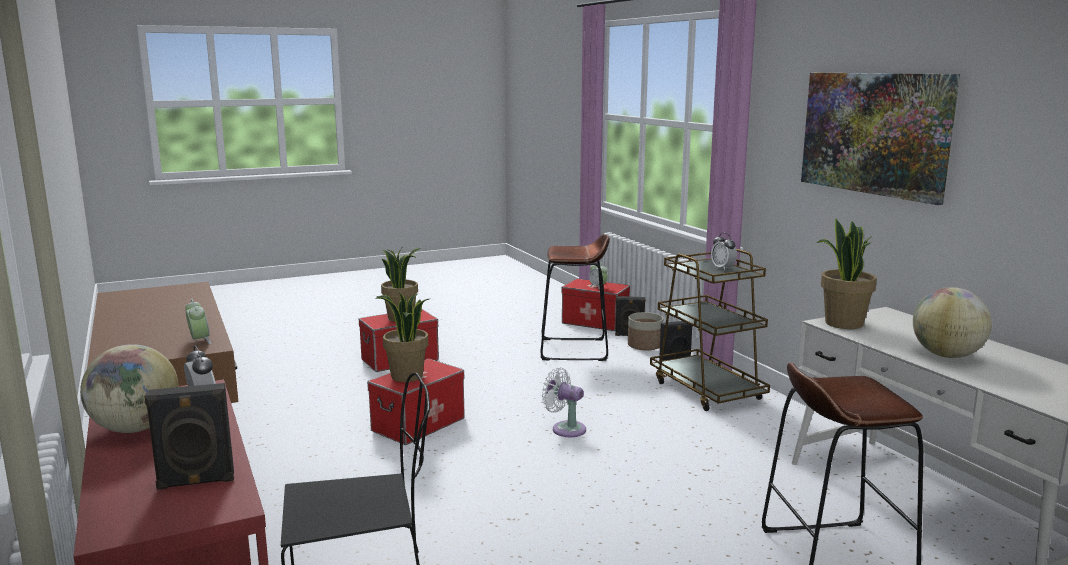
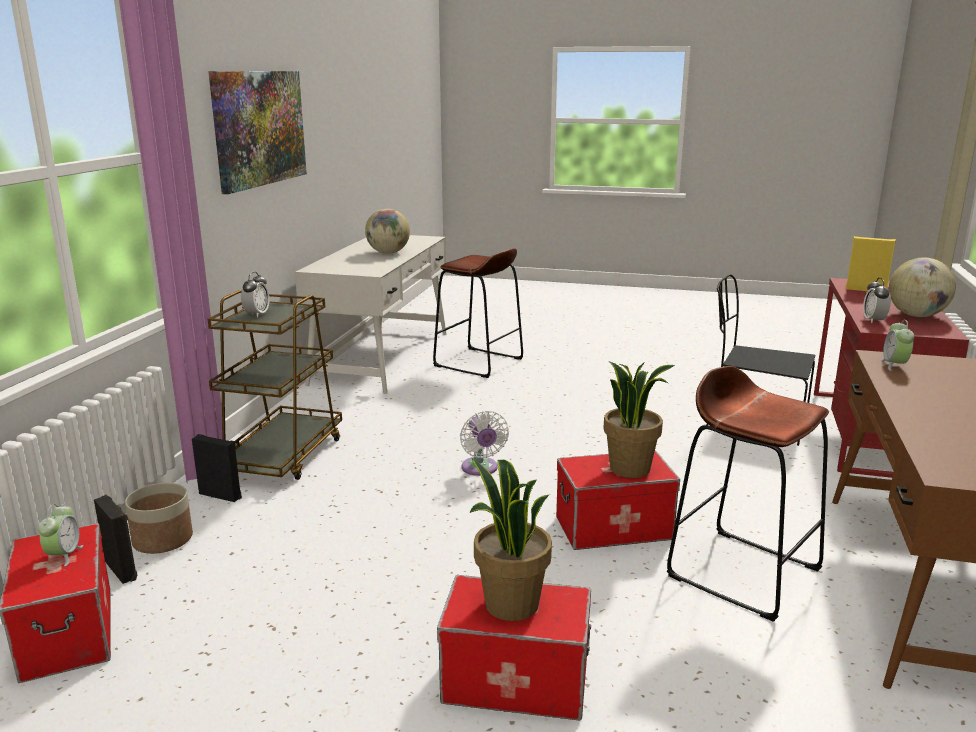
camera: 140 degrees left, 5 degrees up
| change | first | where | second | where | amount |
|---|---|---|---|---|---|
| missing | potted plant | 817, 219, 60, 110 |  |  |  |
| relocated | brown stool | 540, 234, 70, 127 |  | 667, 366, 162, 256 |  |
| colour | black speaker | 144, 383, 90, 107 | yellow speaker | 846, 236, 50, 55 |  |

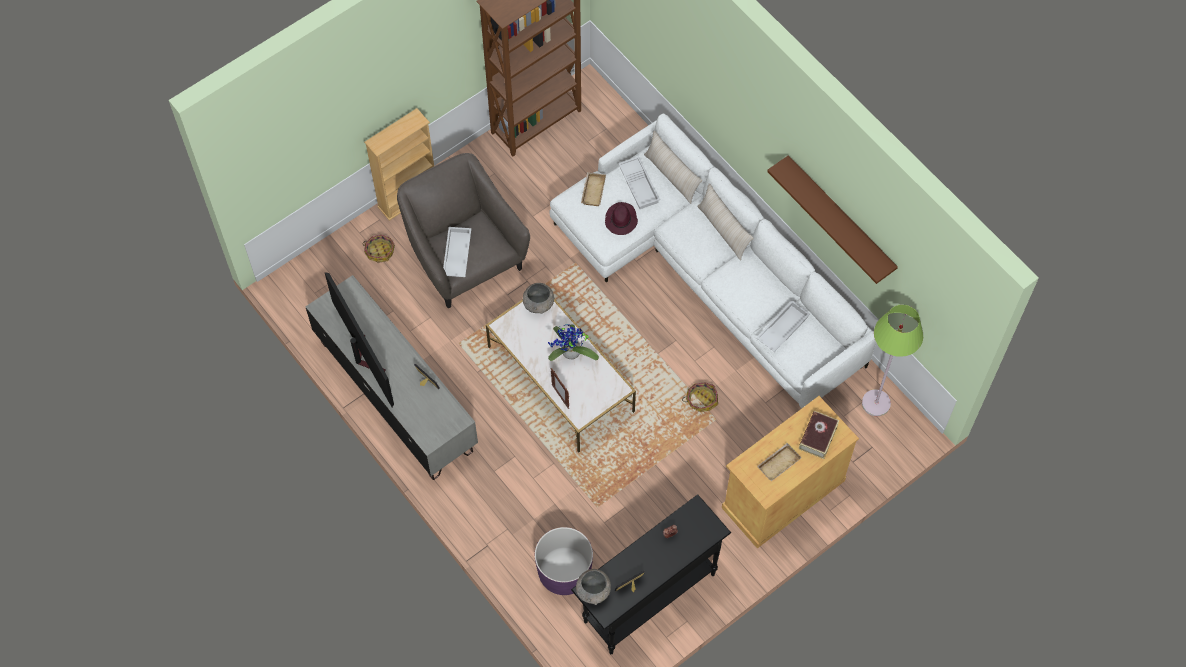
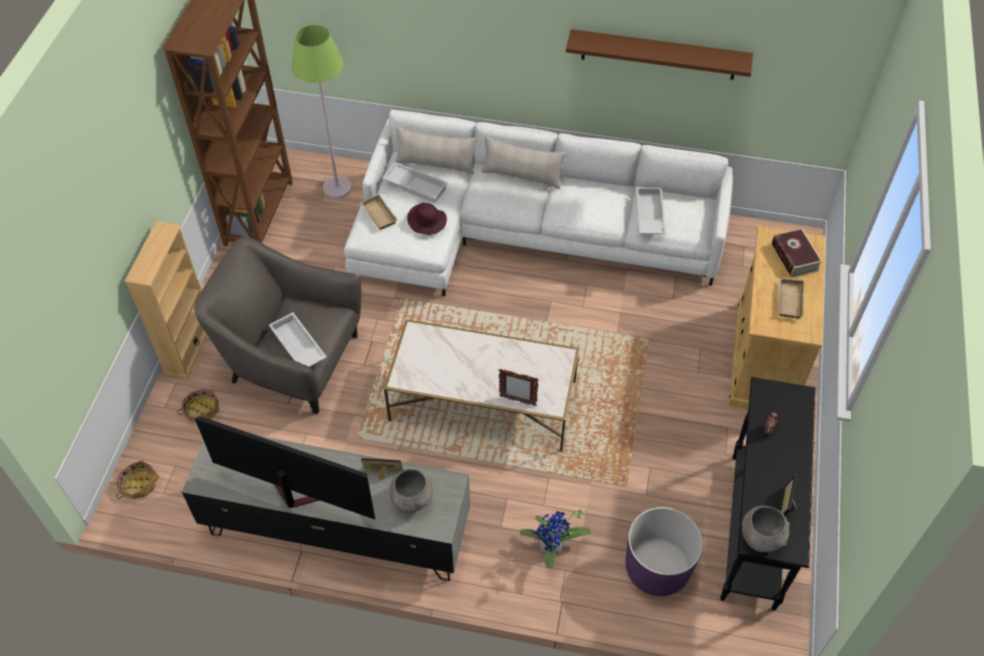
camera: 40 degrees left, 10 degrees down
| change | first | where | second | where | amount |
|---|---|---|---|---|---|
| relocated | grey bowl | 523, 283, 31, 31 |  | 389, 469, 44, 44 |  |
| relocated | potted plant | 548, 324, 51, 37 |  | 520, 510, 71, 59 |  |
| relocated | basket | 682, 382, 36, 30 |  | 116, 460, 43, 39 |  |
| relocated | green floor lamp | 862, 304, 61, 112 |  | 291, 25, 61, 174 |  |

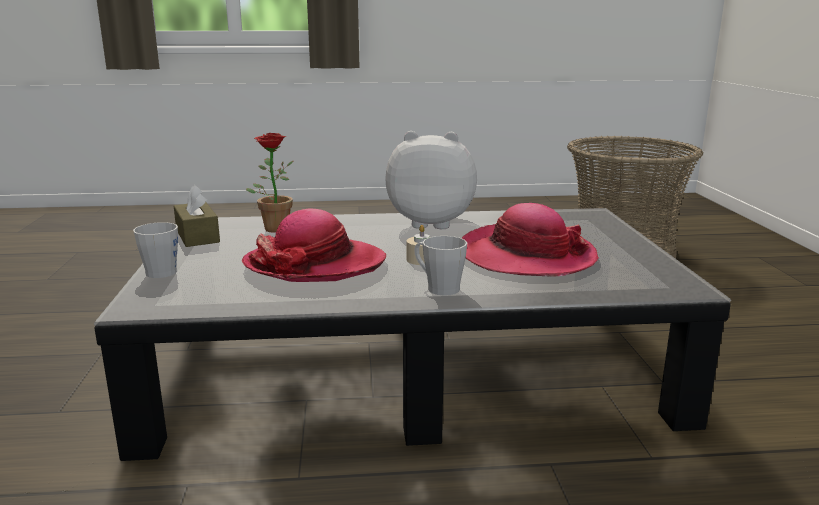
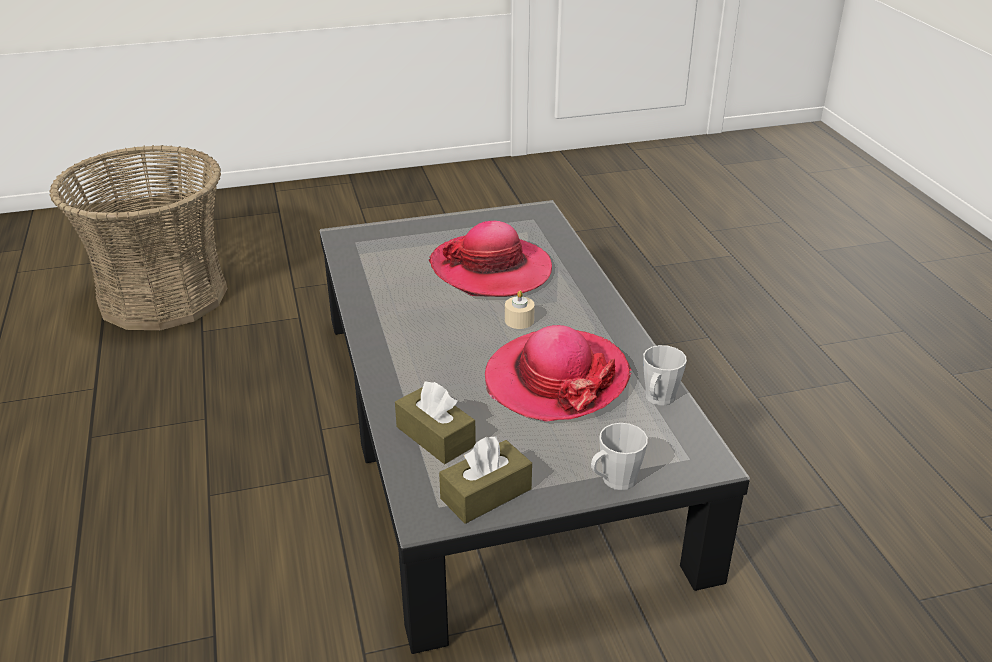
camera: 100 degrees left, 15 degrees up
| change | first | where | second | where | amount |
|---|---|---|---|---|---|
| missing | plush toy | 385, 131, 92, 98 |  |  |  |
| relocated | grey mug | 414, 236, 53, 60 |  | 643, 345, 44, 61 |  |
| exchanged | potted plant | 246, 133, 47, 100 | brown tissue box | 395, 382, 81, 82 |  |

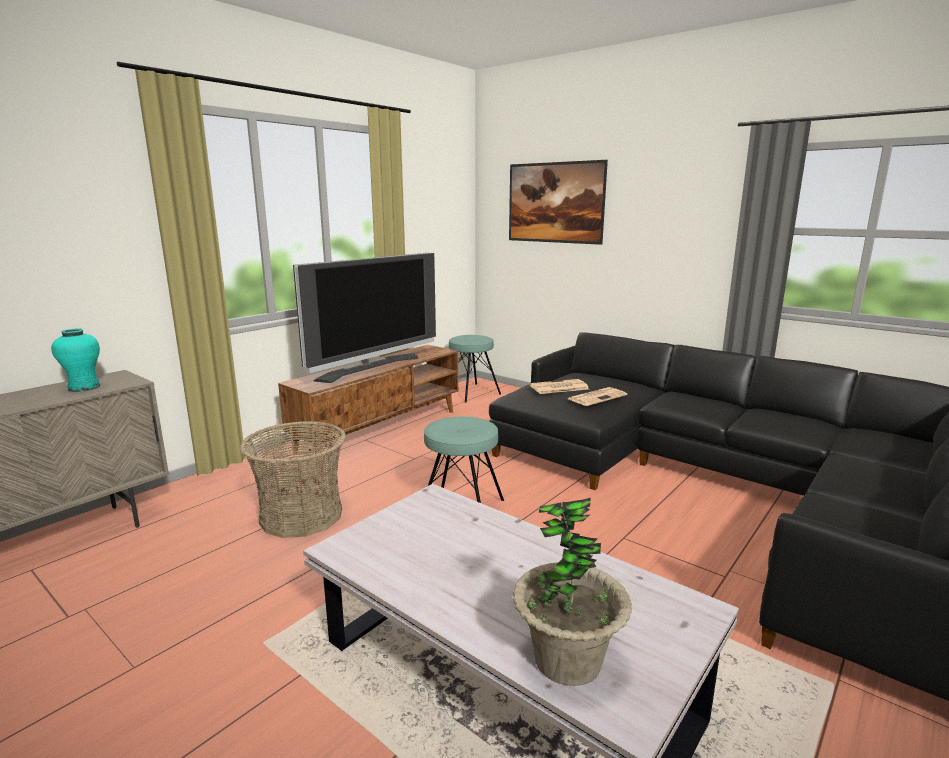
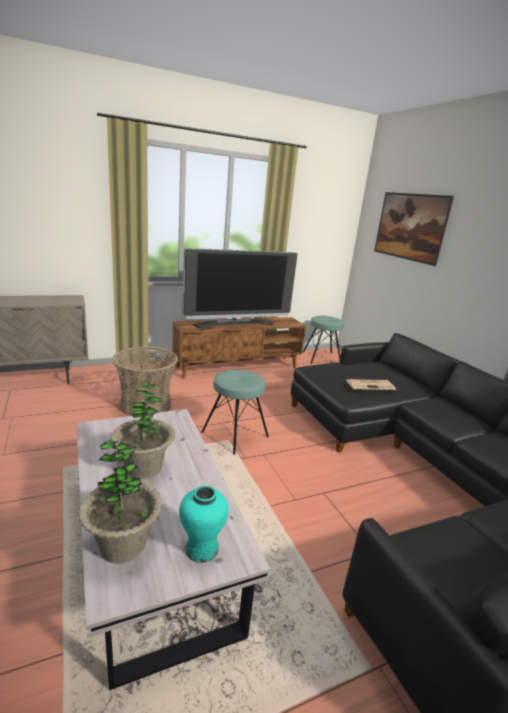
camera: 25 degrees right, 5 degrees up
| change | first | where | second | where | amount |
|---|---|---|---|---|---|
| missing | newspaper | 530, 379, 59, 15 |  |  |  |
| appeared |  |  | potted plant | 111, 382, 64, 98 |  |
| relocated | turquoise vase | 51, 329, 49, 63 |  | 179, 485, 50, 78 |  |

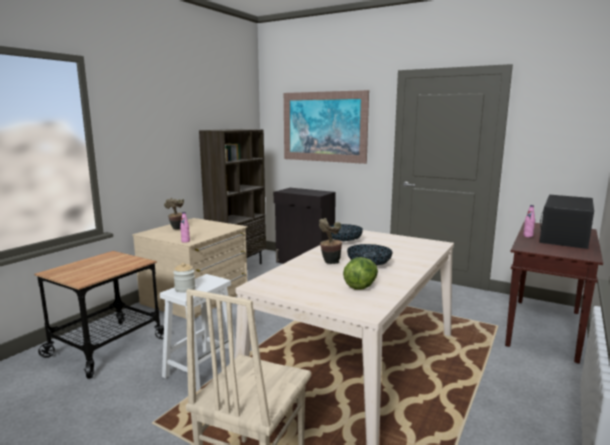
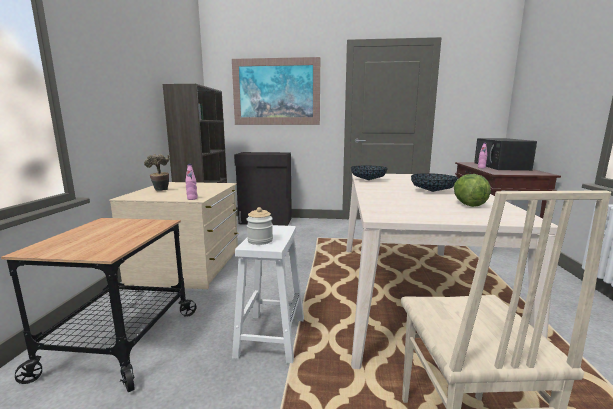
camera: 25 degrees left, 0 degrees up
| change | first | where | second | where | amount |
|---|---|---|---|---|---|
| missing | potted plant | 319, 218, 23, 46 |  |  |  |

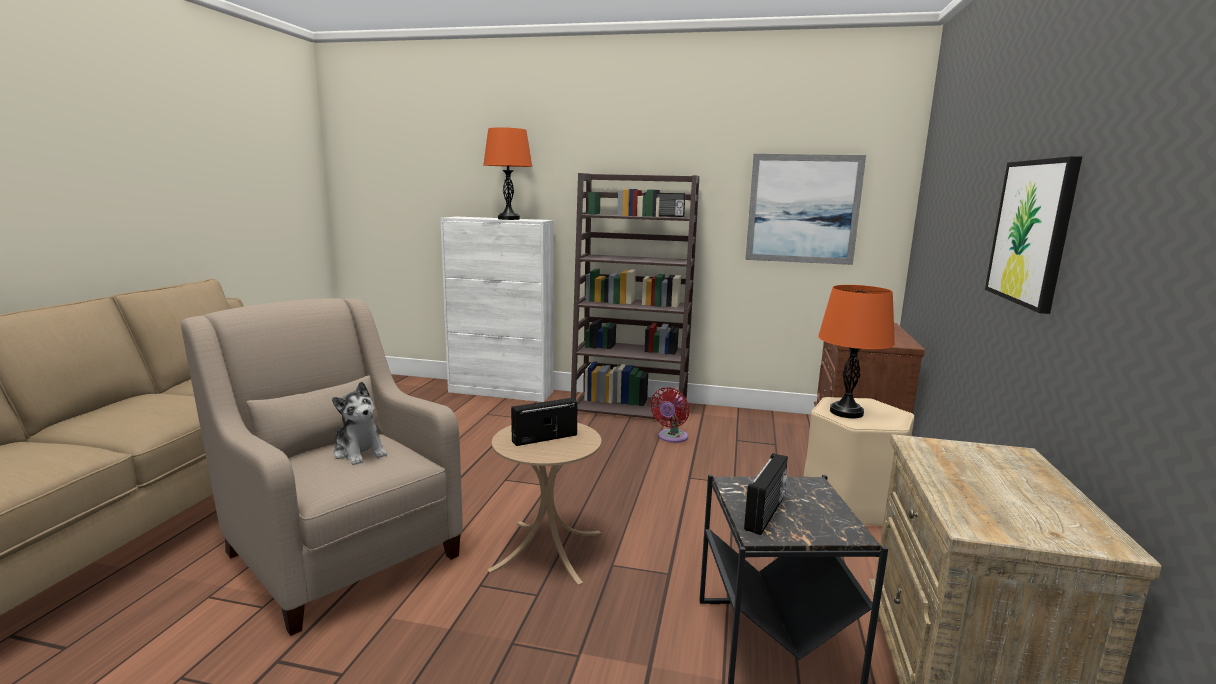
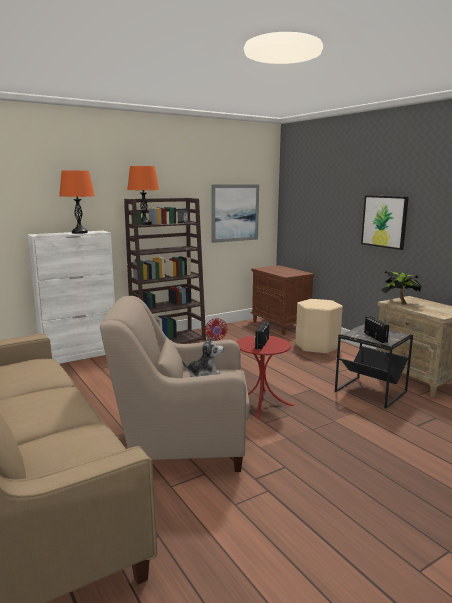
camera: 45 degrees left, 0 degrees up
| change | first | where | second | where | amount |
|---|---|---|---|---|---|
| appeared |  |  | potted plant | 381, 271, 41, 33 |  |
| relocated | orange table lamp | 818, 285, 77, 133 |  | 127, 166, 32, 59 |  |
| colour | beige side table | 487, 423, 114, 162 | red side table | 237, 336, 58, 82 |  |

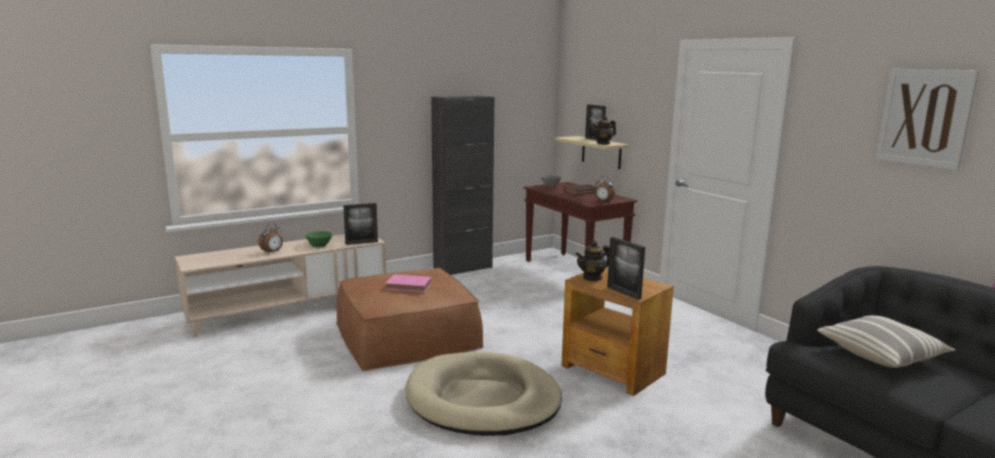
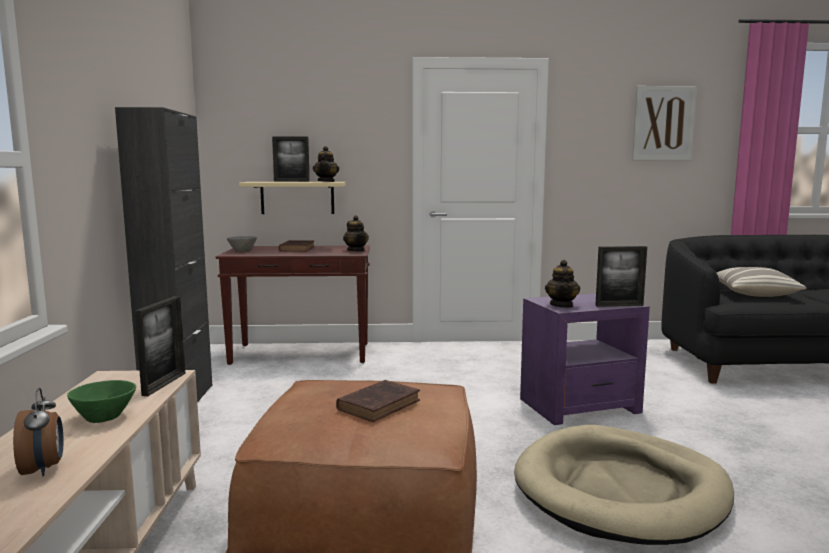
camera: 60 degrees left, 5 degrees down
| change | first | where | second | where | amount |
|---|---|---|---|---|---|
| exchanged | alarm clock | 595, 176, 20, 27 | teapot | 343, 215, 26, 37 |  |
| colour | pink book | 385, 274, 47, 18 | brown book | 336, 380, 84, 42 |  |
| colour | brown side table | 561, 268, 113, 128 | purple side table | 520, 293, 130, 132 |  |

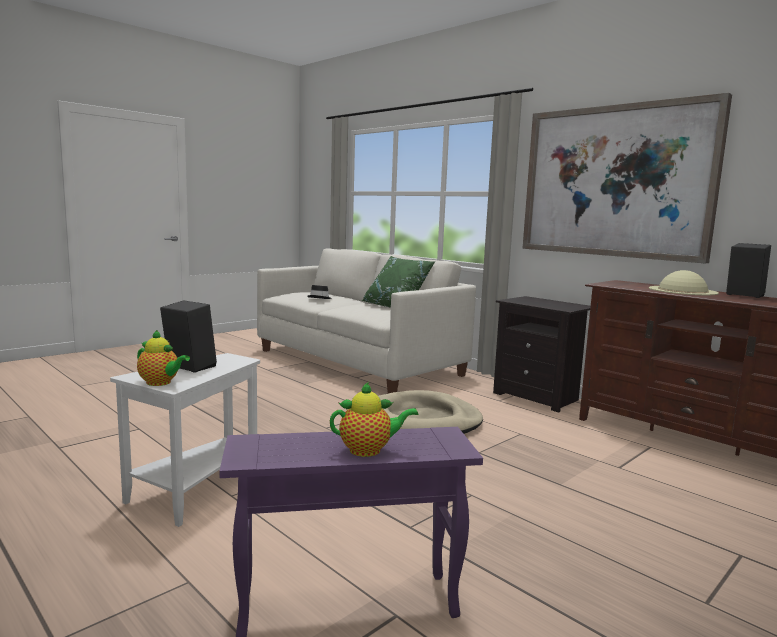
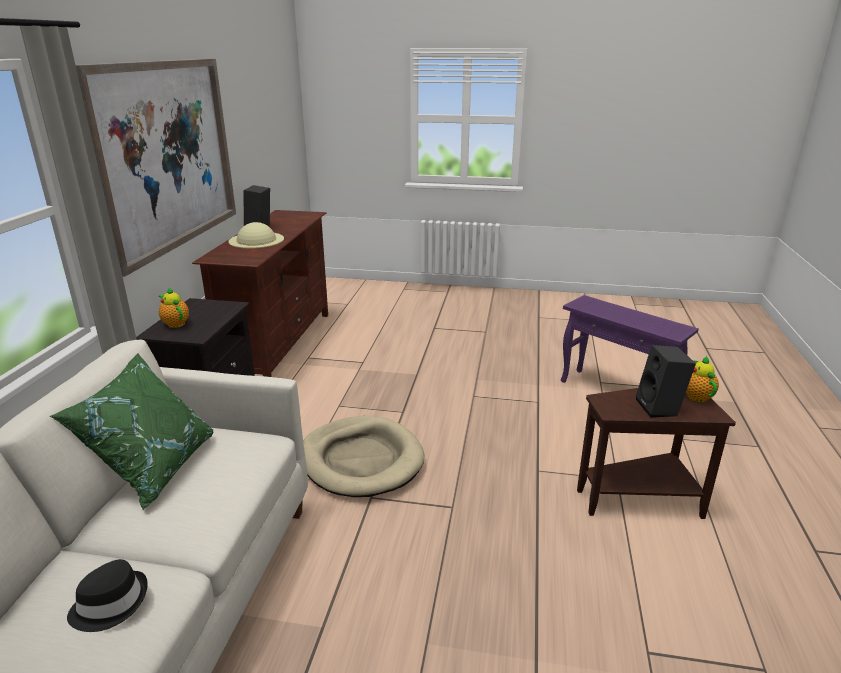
camera: 125 degrees left, 15 degrees up
| change | first | where | second | where | amount |
|---|---|---|---|---|---|
| relocated | teapot | 330, 382, 89, 75 |  | 159, 287, 30, 41 |  |
| colour | white side table | 110, 353, 150, 174 | brown side table | 577, 388, 159, 131 |  |

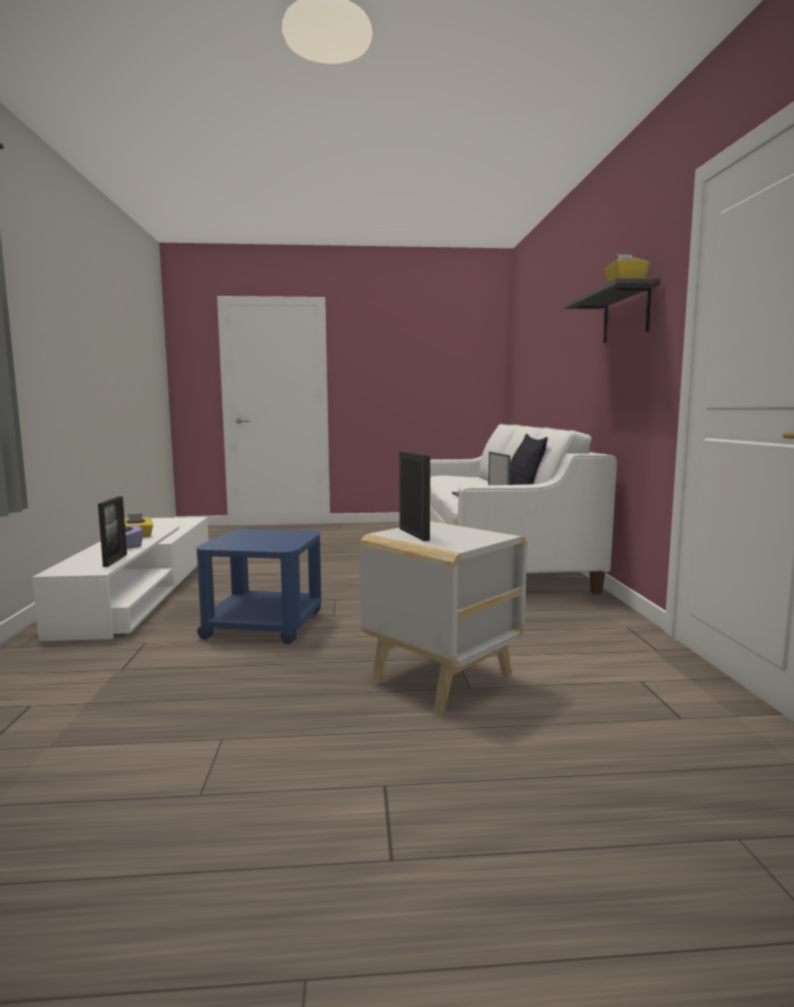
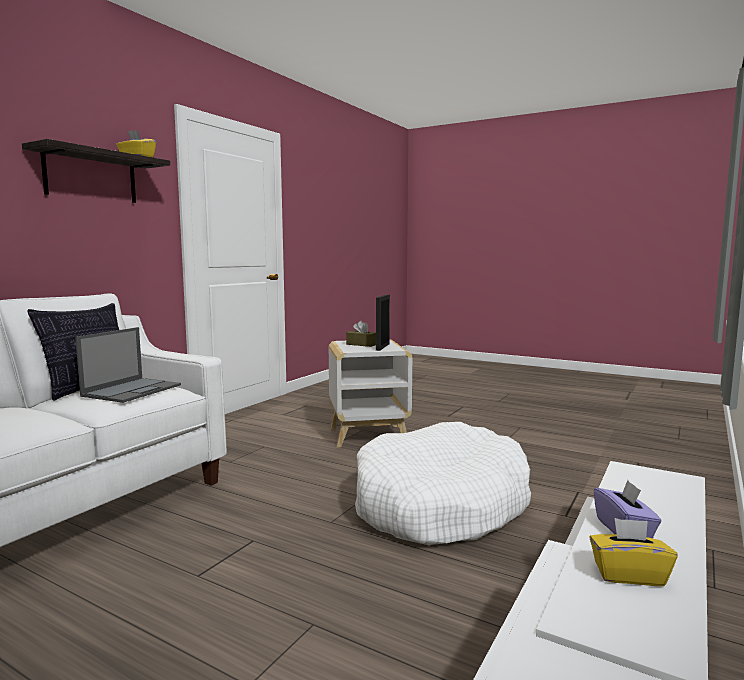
camera: 145 degrees left, 0 degrees up
| change | first | where | second | where | amount |
|---|---|---|---|---|---|
| missing | picture frame | 98, 496, 29, 71 |  |  |  |
| appeared |  |  | brown tissue box | 346, 320, 30, 27 |  |
| exchanged | blue side table | 196, 529, 125, 115 | white dog bed | 355, 422, 176, 123 |  |

